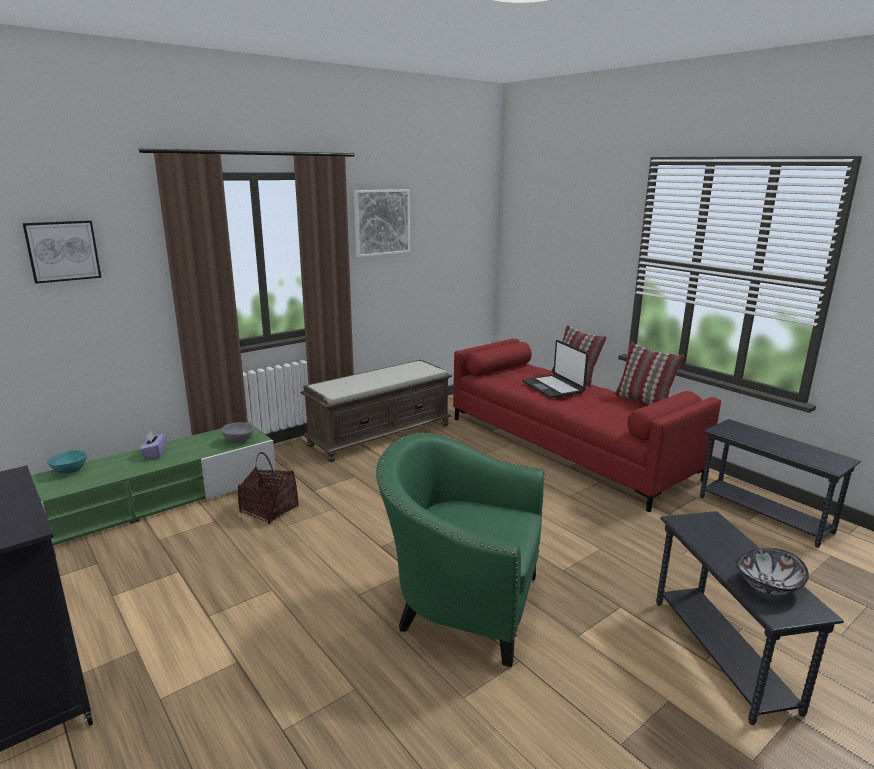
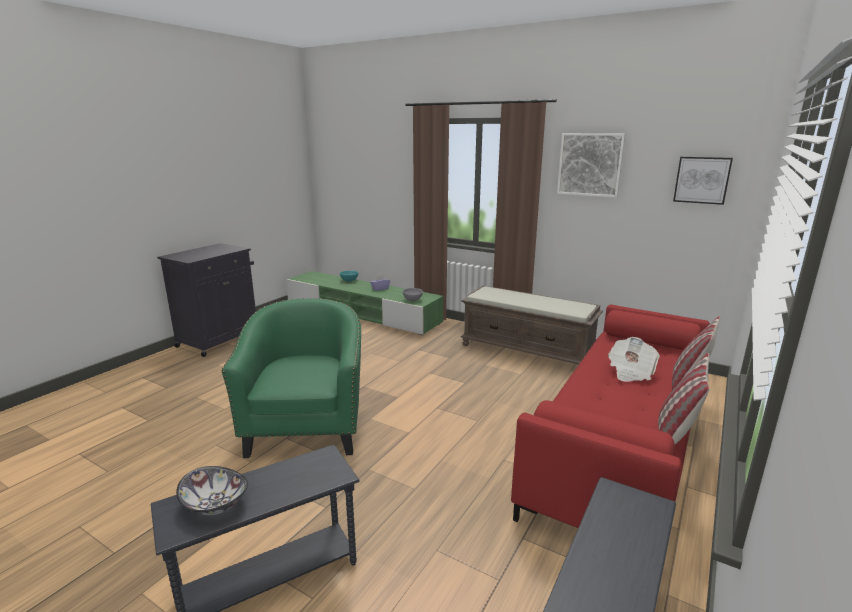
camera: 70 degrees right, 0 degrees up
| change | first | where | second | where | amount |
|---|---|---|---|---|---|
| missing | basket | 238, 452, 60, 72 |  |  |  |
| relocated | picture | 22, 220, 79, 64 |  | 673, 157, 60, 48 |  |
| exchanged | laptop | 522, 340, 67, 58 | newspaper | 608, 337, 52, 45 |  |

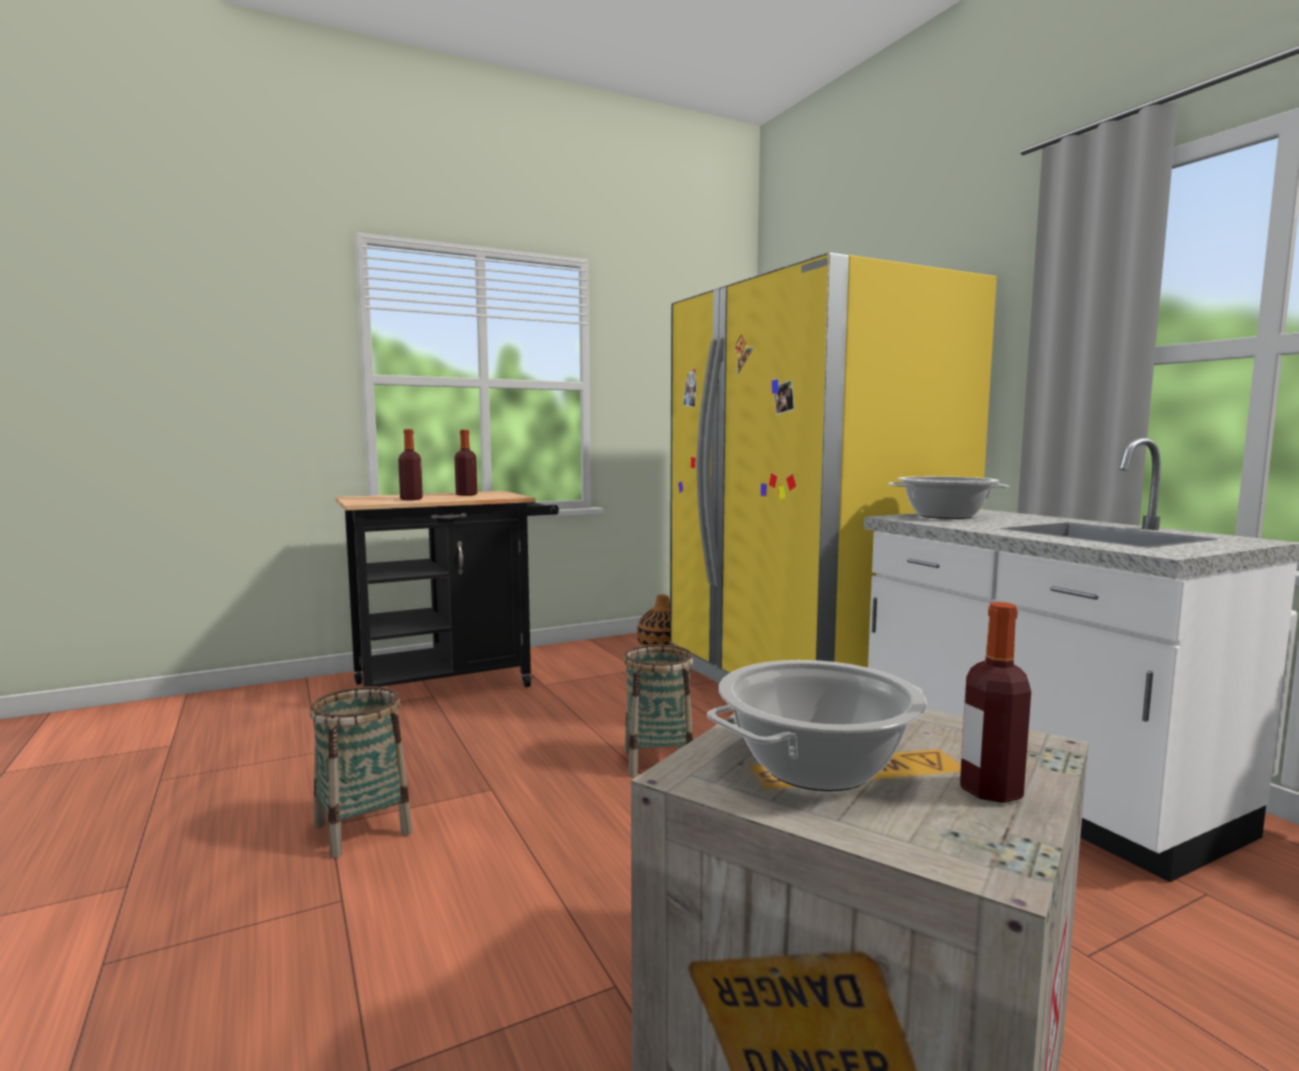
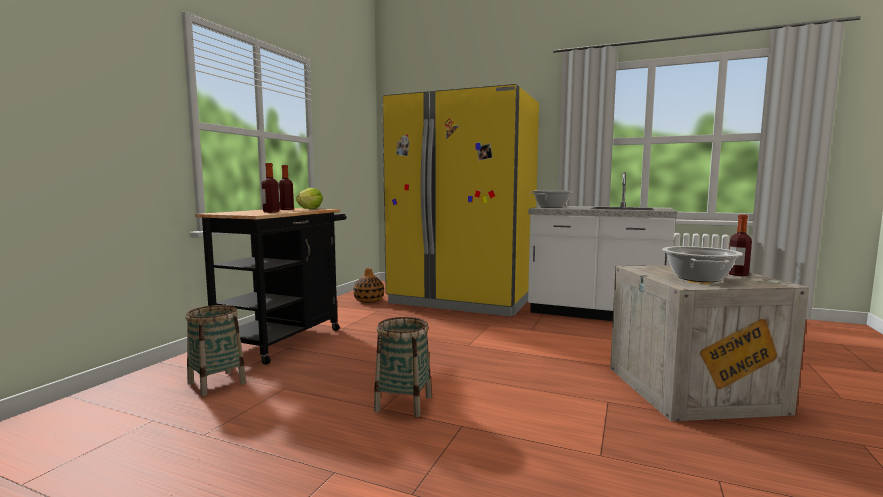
camera: 40 degrees left, 0 degrees up
| change | first | where | second | where | amount |
|---|---|---|---|---|---|
| appeared |  |  | lettuce | 296, 188, 27, 21 |  |
| relocated | basket | 624, 644, 69, 133 |  | 186, 305, 60, 91 |  |

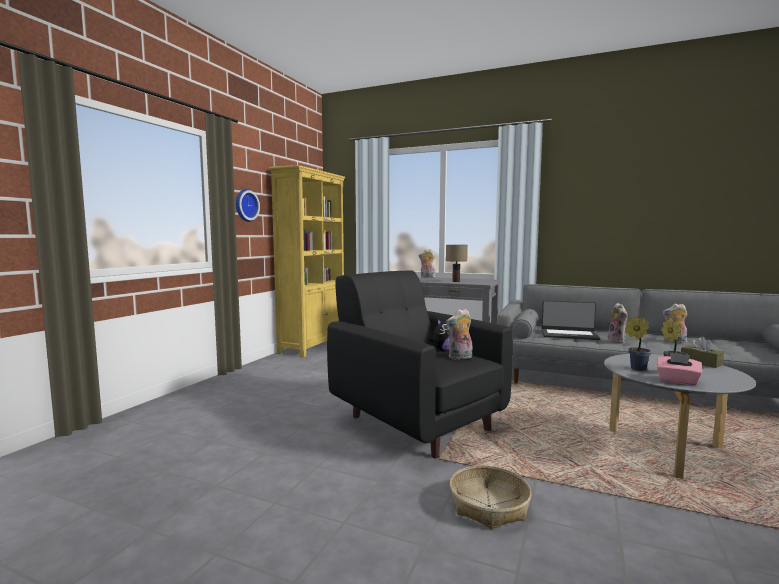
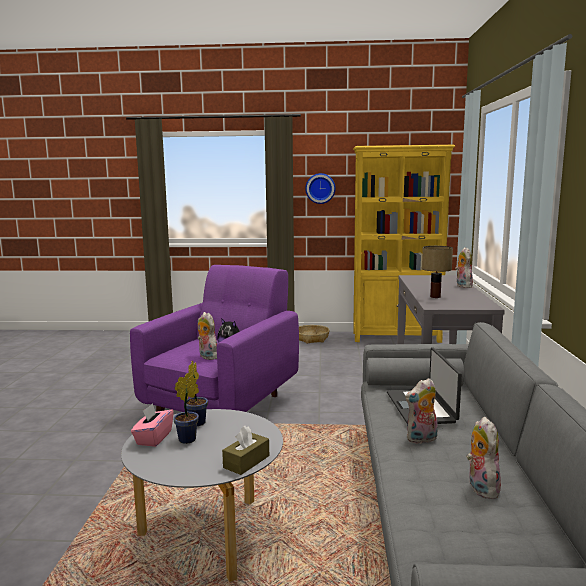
camera: 70 degrees right, 5 degrees up
| change | first | where | second | where | amount |
|---|---|---|---|---|---|
| relocated | basket | 450, 465, 82, 65 |  | 299, 325, 31, 19 |  |
| colour | black armchair | 327, 270, 186, 189 | purple armchair | 130, 265, 169, 147 |  |

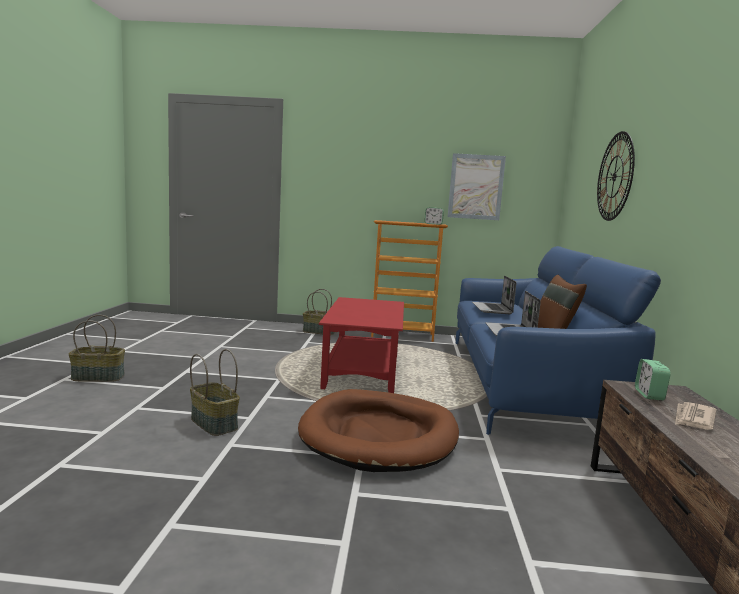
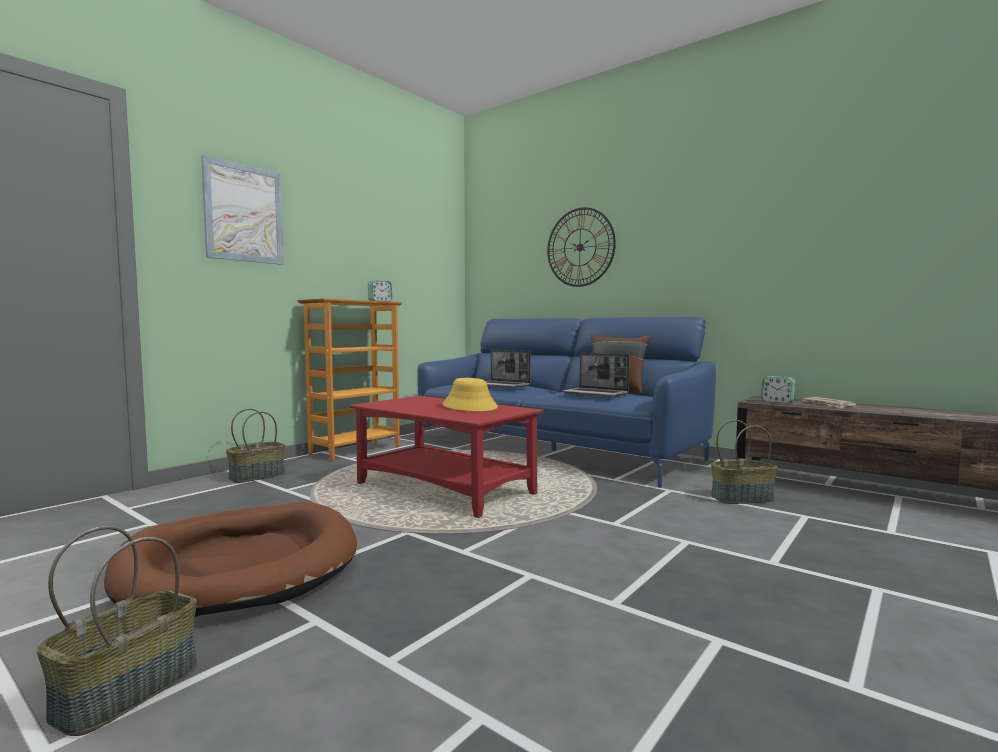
camera: 55 degrees left, 5 degrees down
| change | first | where | second | where | amount |
|---|---|---|---|---|---|
| appeared |  |  | yellow hat | 442, 378, 56, 34 |  |
| relocated | basket | 190, 349, 50, 87 |  | 711, 420, 67, 84 |  |
| relocated | brown dog bed | 298, 389, 161, 83 |  | 104, 502, 253, 115 |  |
| relocated | picture | 448, 153, 58, 67 |  | 201, 155, 83, 110 |  |

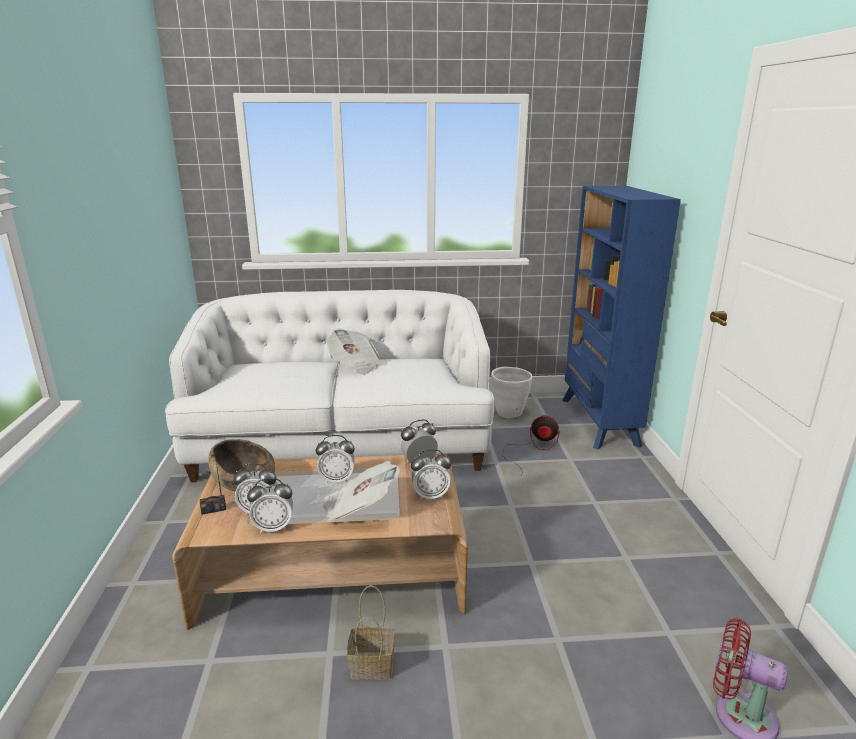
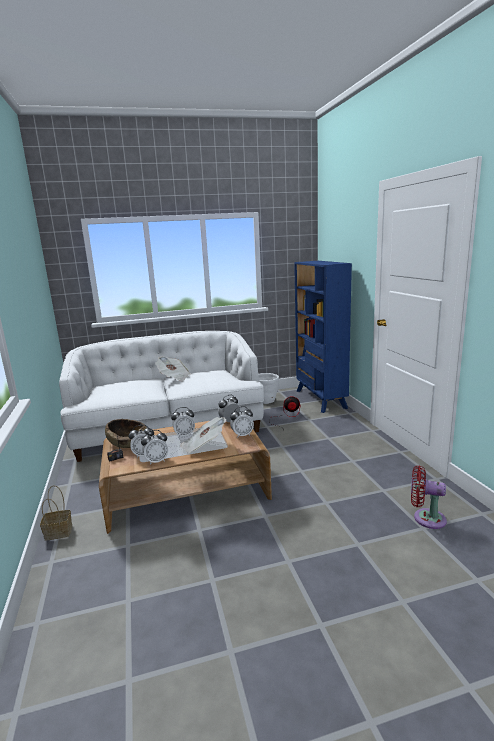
camera: 10 degrees left, 5 degrees down
| change | first | where | second | where | amount |
|---|---|---|---|---|---|
| relocated | basket | 347, 585, 47, 95 |  | 40, 485, 32, 56 |  |

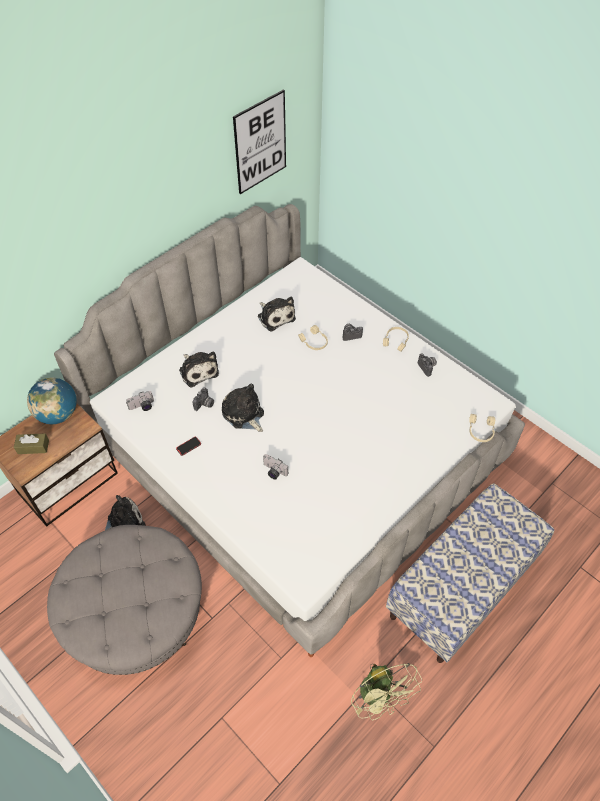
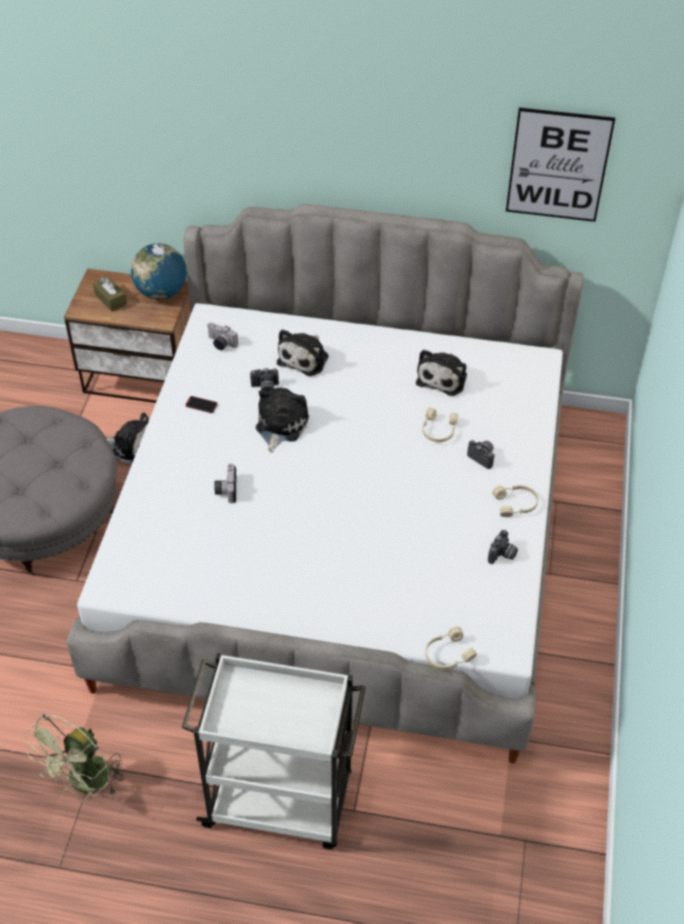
camera: 55 degrees right, 5 degrees down
| change | first | where | second | where | amount |
|---|---|---|---|---|---|
| exchanged | bench | 386, 483, 168, 180 | white cart | 182, 653, 184, 197 |  |

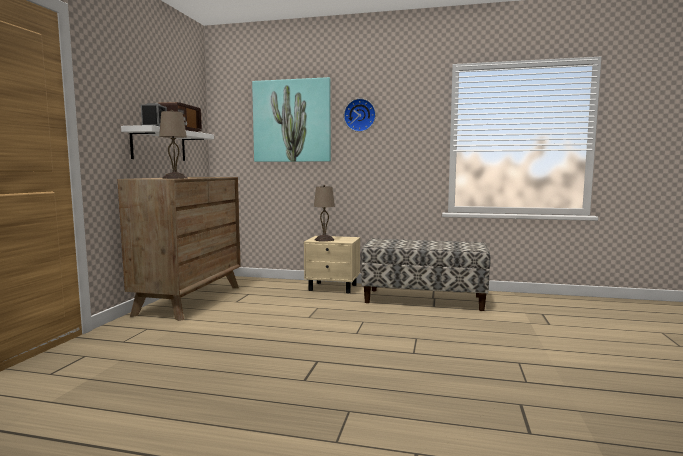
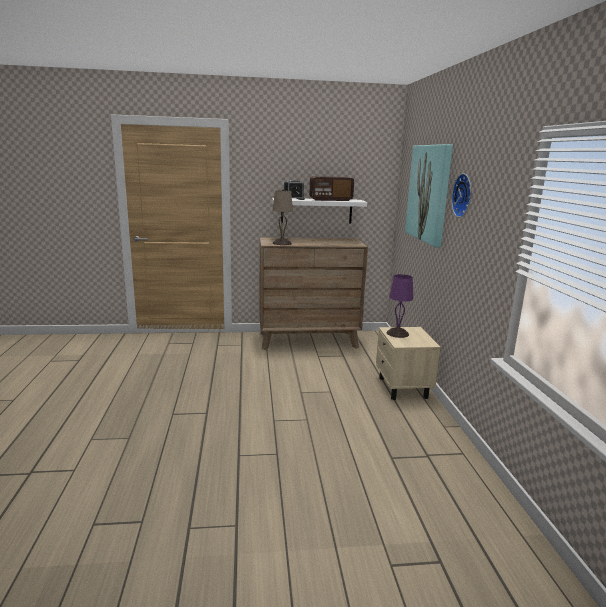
camera: 70 degrees right, 10 degrees up
| change | first | where | second | where | amount |
|---|---|---|---|---|---|
| missing | bench | 361, 238, 130, 73 |  |  |  |
| colour | beige table lamp | 314, 185, 21, 57 | purple table lamp | 387, 274, 26, 64 |  |

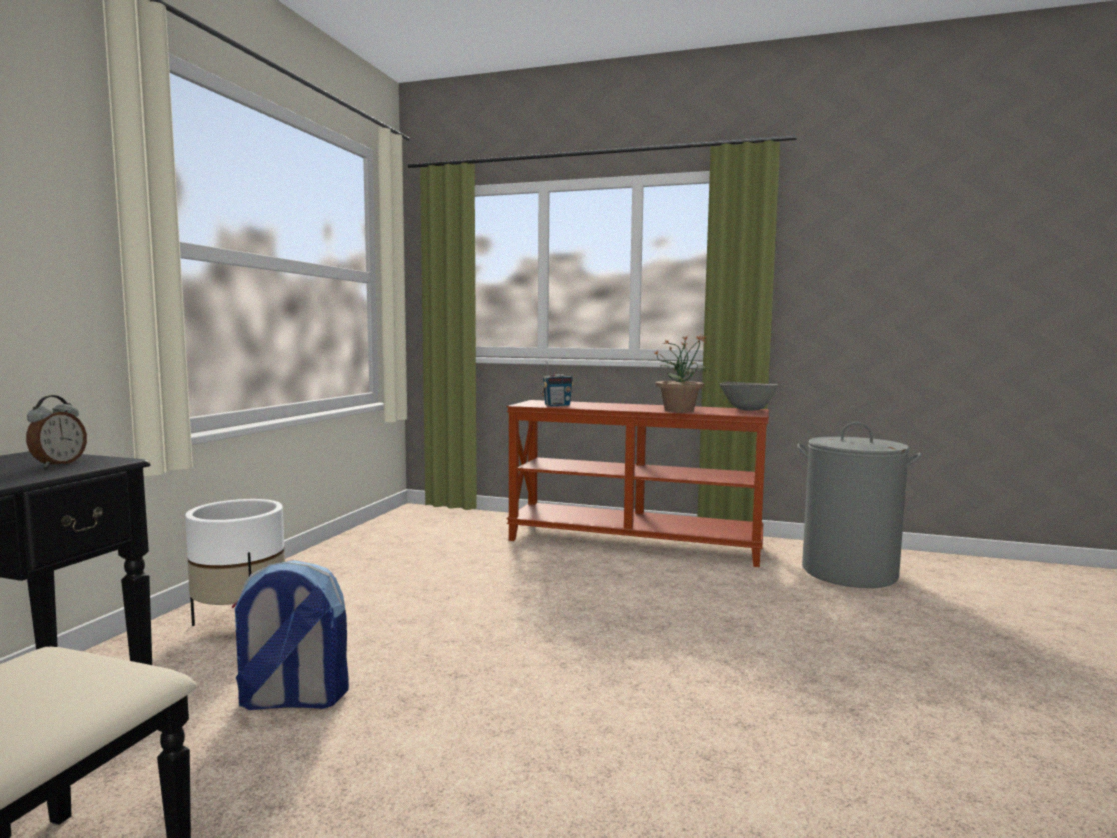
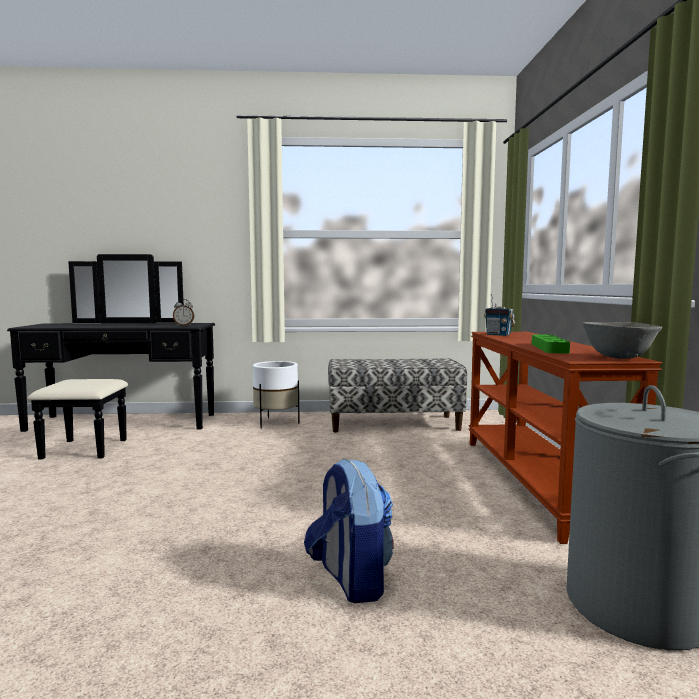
camera: 70 degrees right, 0 degrees up
| change | first | where | second | where | amount |
|---|---|---|---|---|---|
| appeared |  |  | bench | 328, 359, 139, 73 |  |
| relocated | backpack | 232, 560, 117, 150 |  | 304, 458, 90, 145 |  |
| exchanged | potted plant | 653, 334, 57, 78 | green tray | 532, 334, 38, 20 |  |

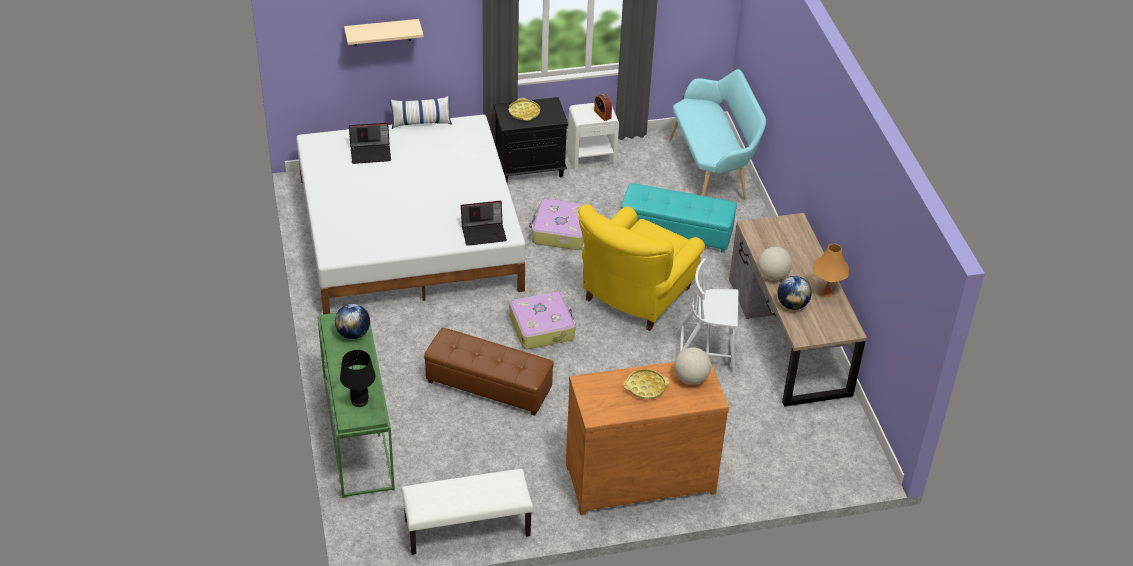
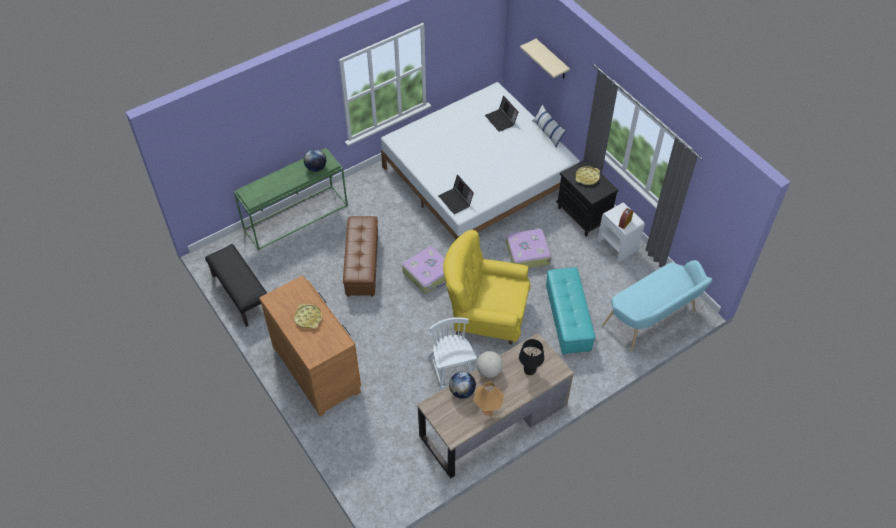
camera: 70 degrees right, 10 degrees up
| change | first | where | second | where | amount |
|---|---|---|---|---|---|
| missing | globe | 674, 347, 37, 38 |  |  |  |
| relocated | black table lamp | 340, 350, 36, 57 |  | 519, 339, 25, 36 |  |
| colour | white bench | 401, 469, 132, 86 | black bench | 205, 244, 62, 83 |  |

